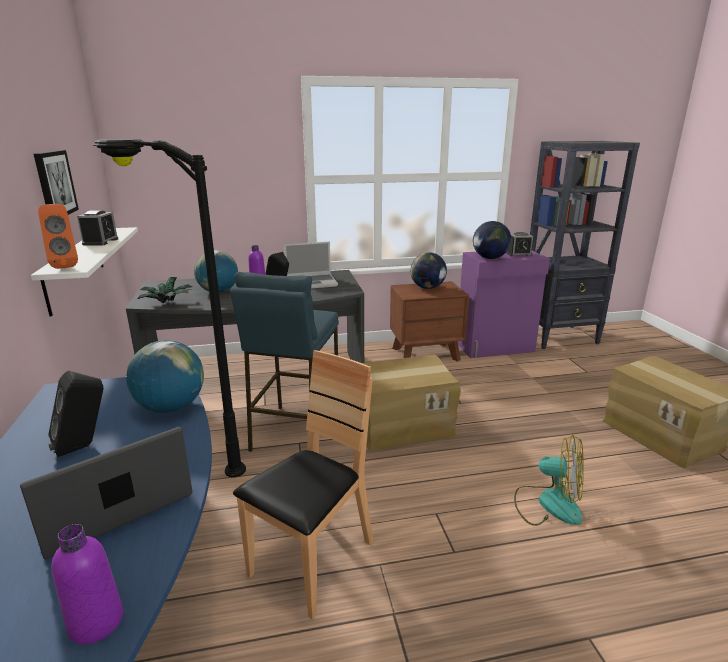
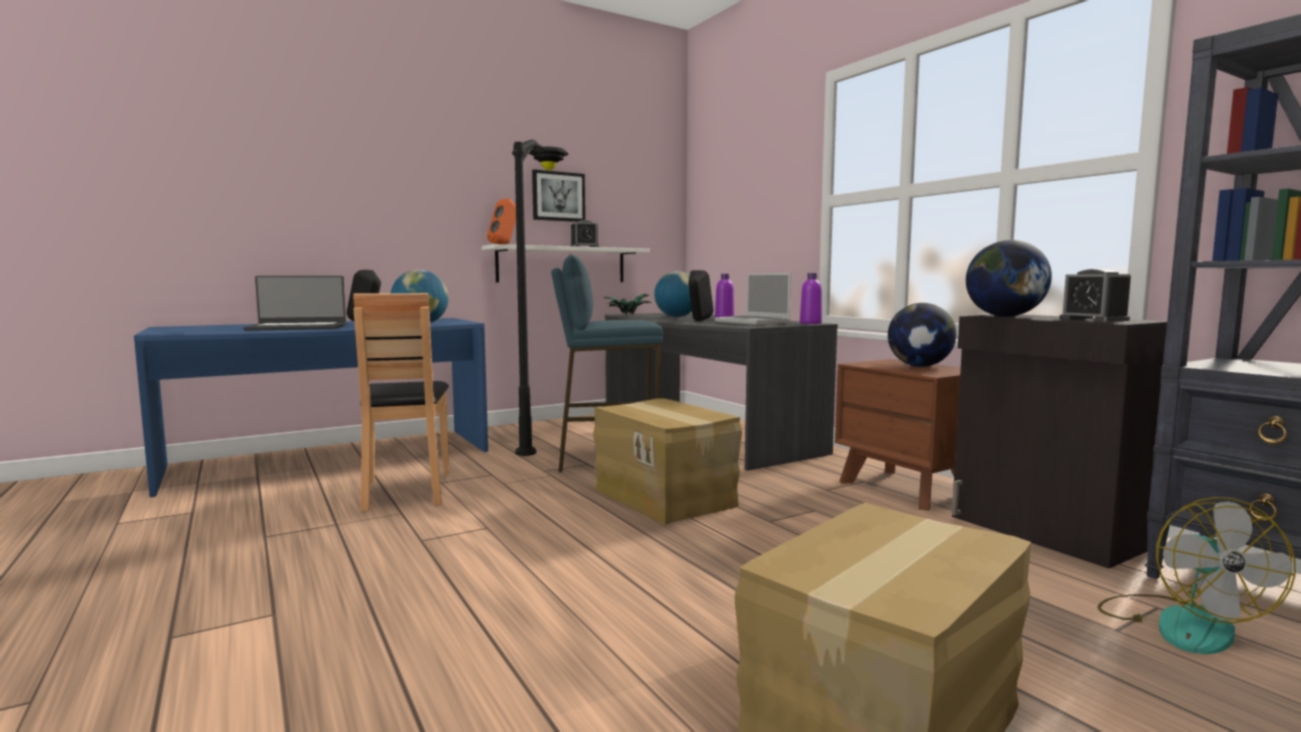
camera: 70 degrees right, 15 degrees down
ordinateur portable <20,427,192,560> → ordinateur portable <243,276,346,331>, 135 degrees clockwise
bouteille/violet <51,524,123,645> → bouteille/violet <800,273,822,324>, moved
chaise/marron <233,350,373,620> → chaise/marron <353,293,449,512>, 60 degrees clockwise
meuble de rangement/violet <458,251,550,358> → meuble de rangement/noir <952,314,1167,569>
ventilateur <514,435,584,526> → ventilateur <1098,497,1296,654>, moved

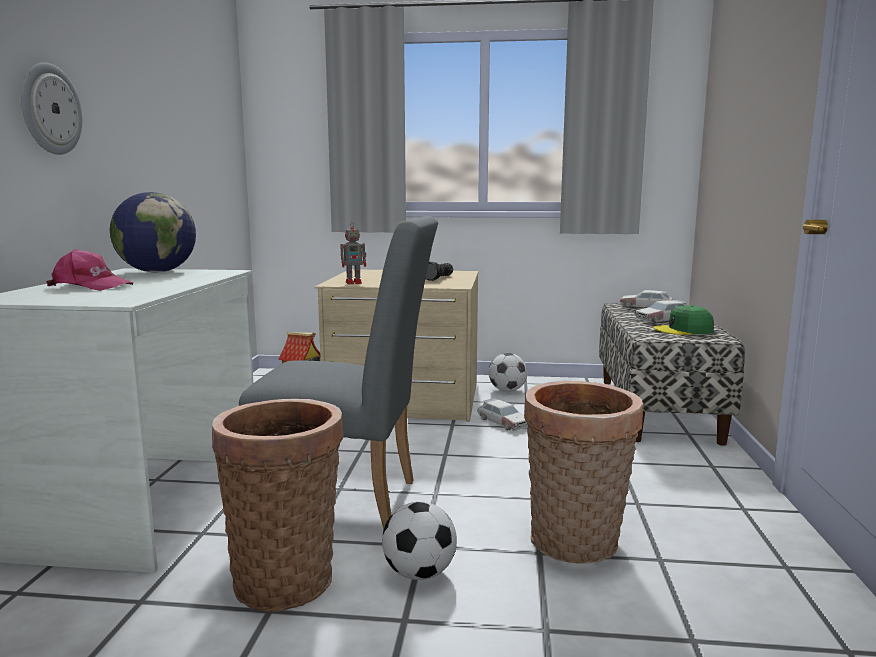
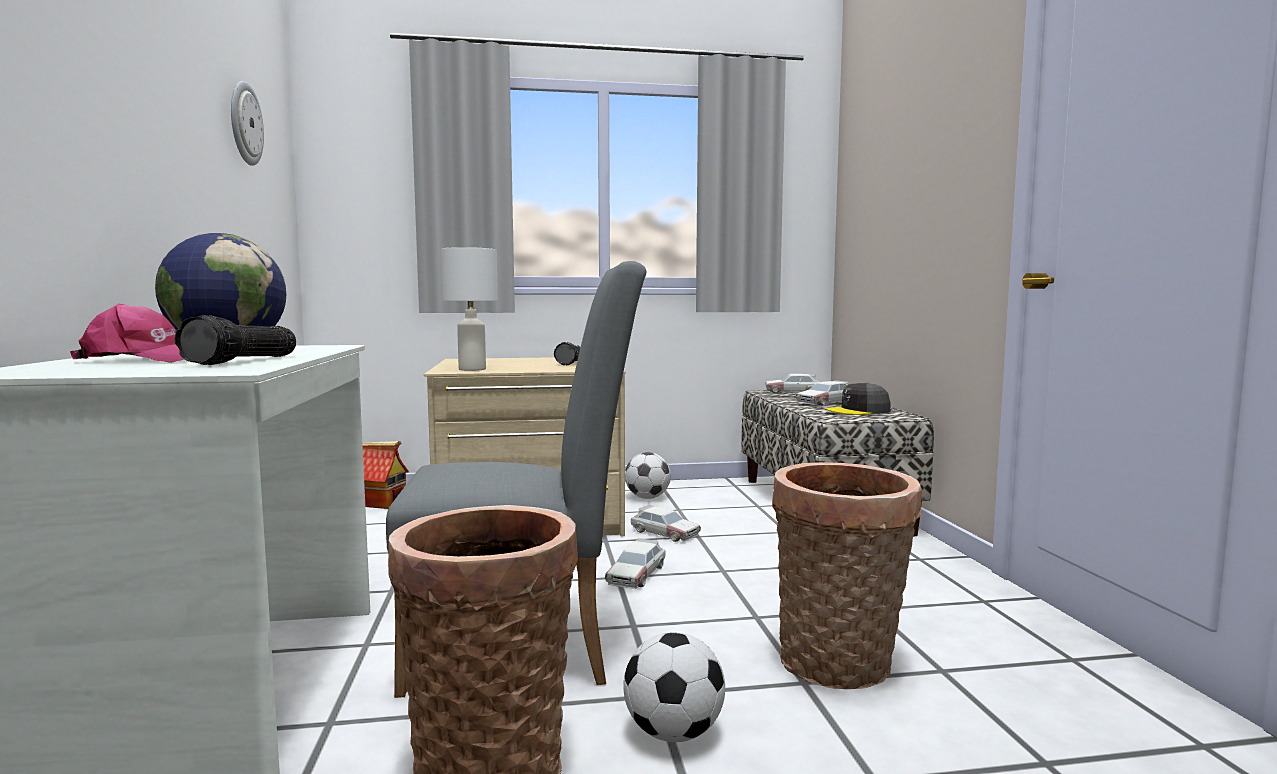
camera: 15 degrees left, 5 degrees down
horloge murale <21,62,83,155> → horloge murale <231,81,264,166>, moved
robot jouet <340,222,366,284> → lampe de table/blanc <441,247,498,371>
casquette/vert <654,305,714,335> → casquette/gris <826,382,891,415>
- → lampe de poche <175,315,296,365>
- → petite voiture <605,538,665,589>

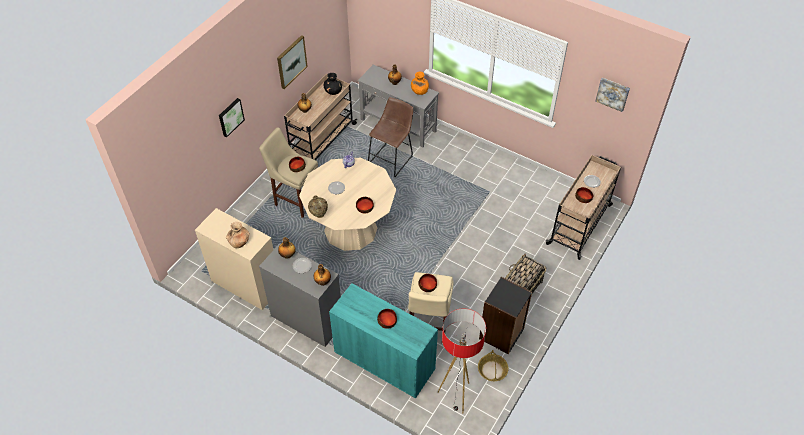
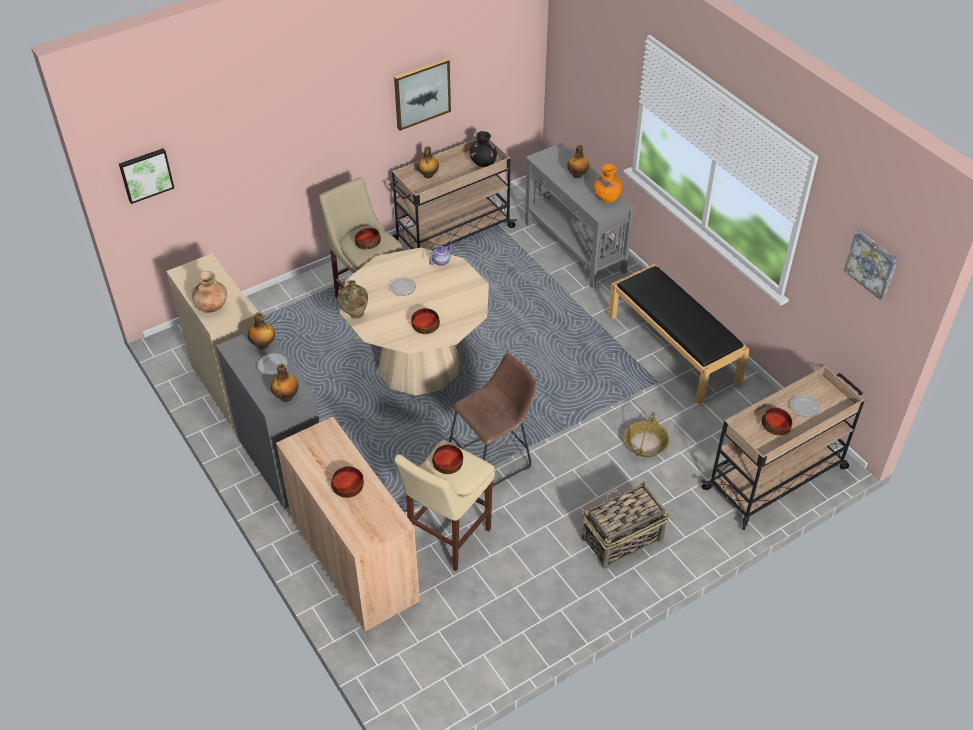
camera: 25 degrees right, 5 degrees down
tableau <219,98,245,138> → tableau <119,148,174,204>, moved
meuble de rangement/turquoise <329,283,438,398> → meuble de rangement/beige <276,416,420,632>
tabouret/marron <368,97,413,177> → tabouret/marron <449,353,537,493>, moved
lampadaire <437,309,486,413> → -
panier <478,350,508,381> → panier <624,412,670,457>, moved
bibliothèque/noir <479,277,532,354> → -
- → banc/noir <608,264,750,405>

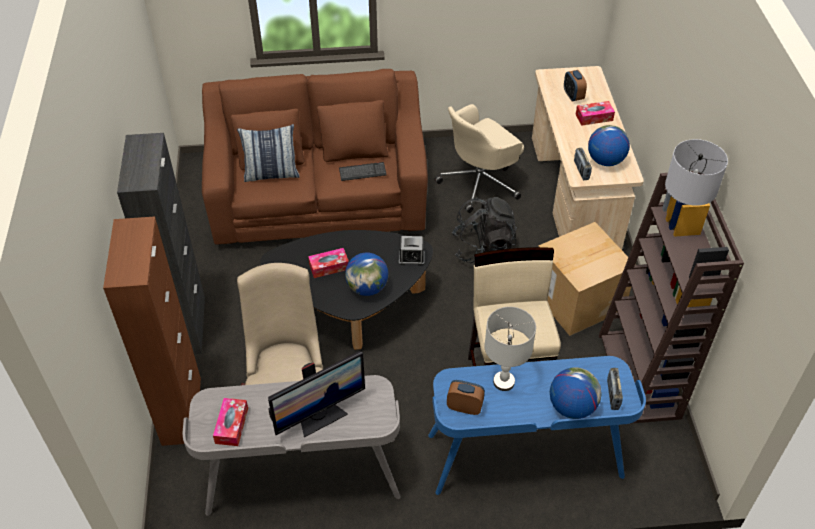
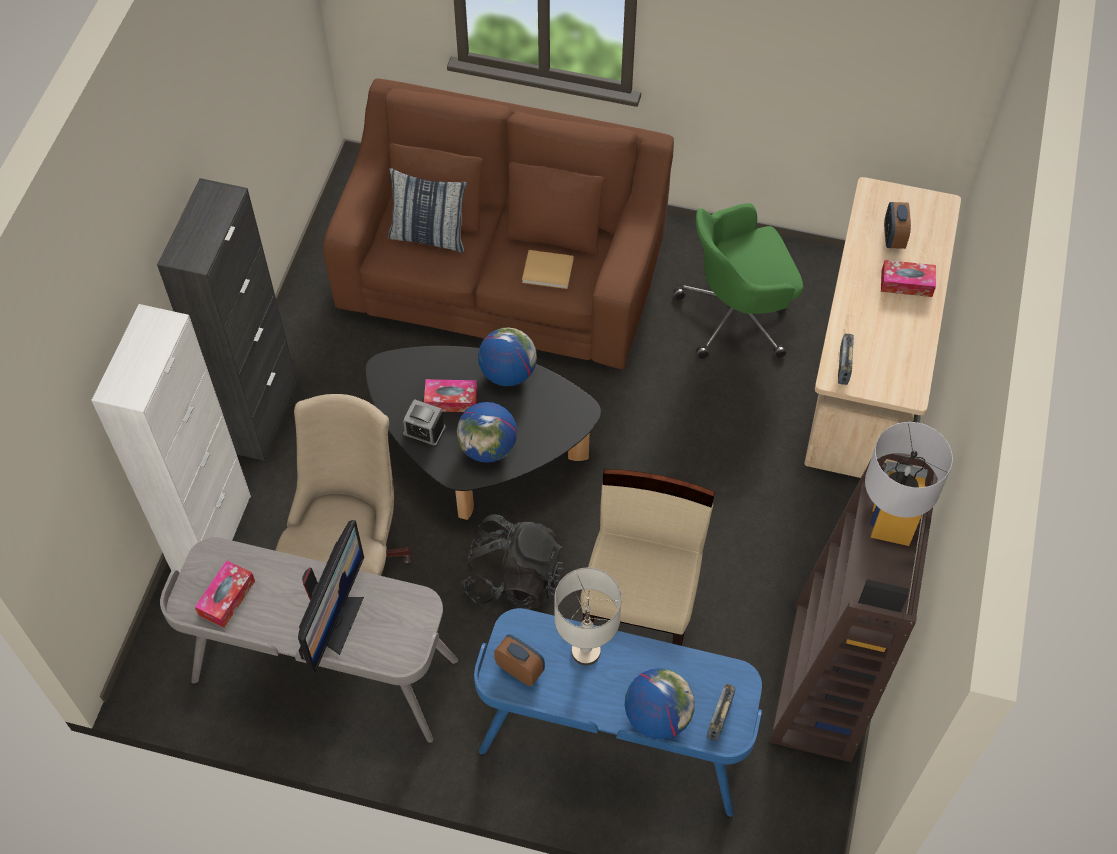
camera: 20 degrees right, 10 degrees up
meuble de rangement/marron <103,216,201,446> → meuble de rangement/blanc <91,304,251,573>
écran d'ordinateur <268,351,365,437> → écran d'ordinateur <298,520,364,674>, 60 degrees counterclockwise
clavier <339,162,387,181> → livre/beige <522,250,574,289>
réveil <399,236,425,266> → réveil <403,399,446,447>, moved
chaise de bureau/beige <434,104,524,213> → chaise de bureau/vert <674,203,803,359>
sac à dos/noir <452,197,517,263> → sac à dos/noir <461,514,564,610>, moved
carton <538,222,631,336> → -
globe <588,125,630,166> → globe <478,327,537,386>, moved

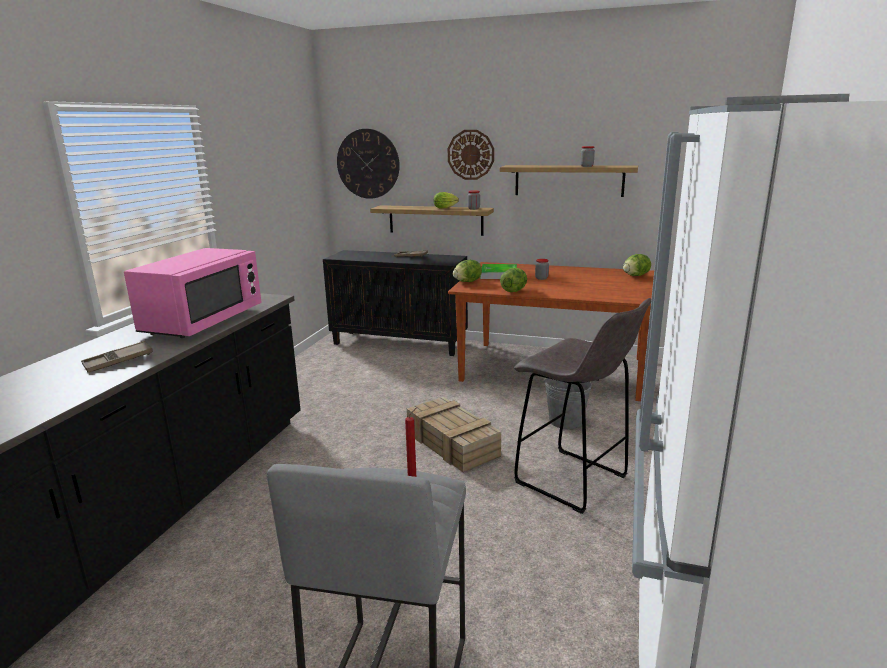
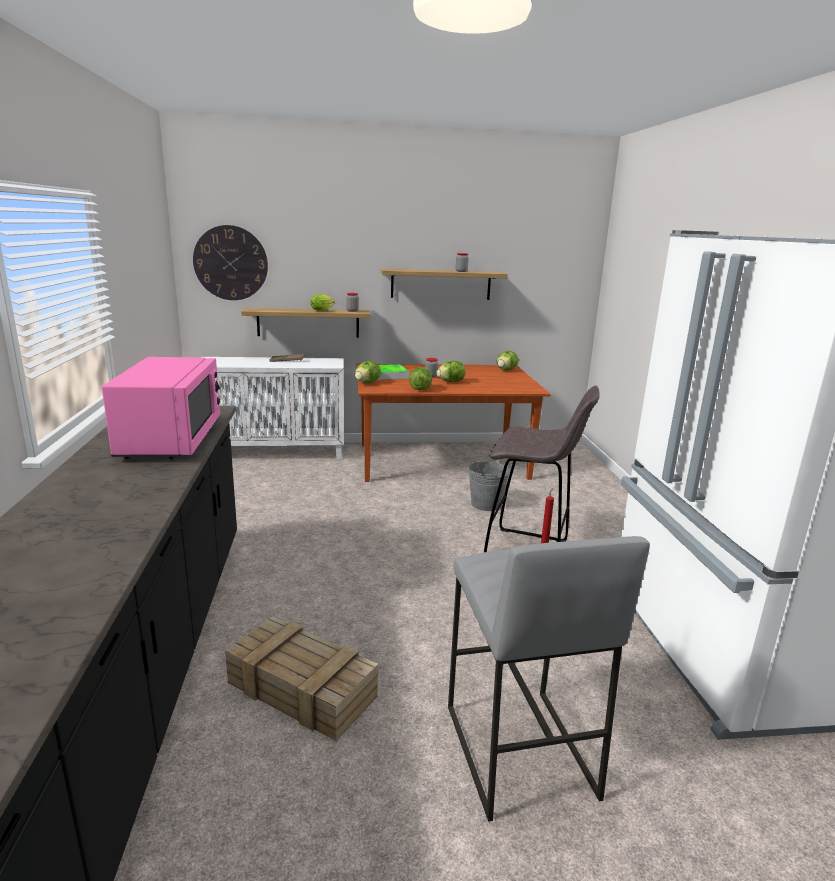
camera: 25 degrees left, 0 degrees up
plateau/marron <81,341,153,372> → -
meuble de rangement/noir <323,250,468,356> → meuble de rangement/blanc <201,357,344,459>
caisse <407,397,501,472> → caisse <225,617,378,741>, moved
horloge murale <448,130,494,180> → -
- → laitue <436,361,466,382>

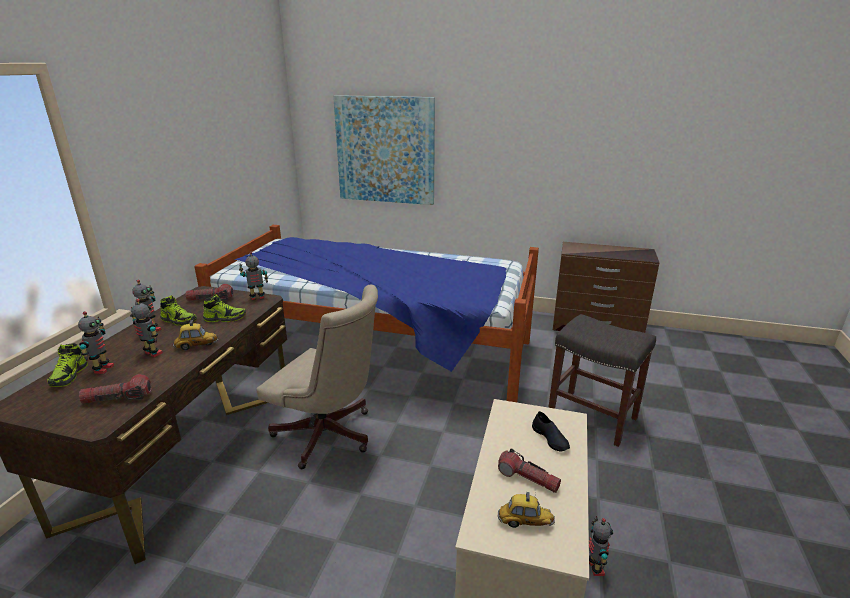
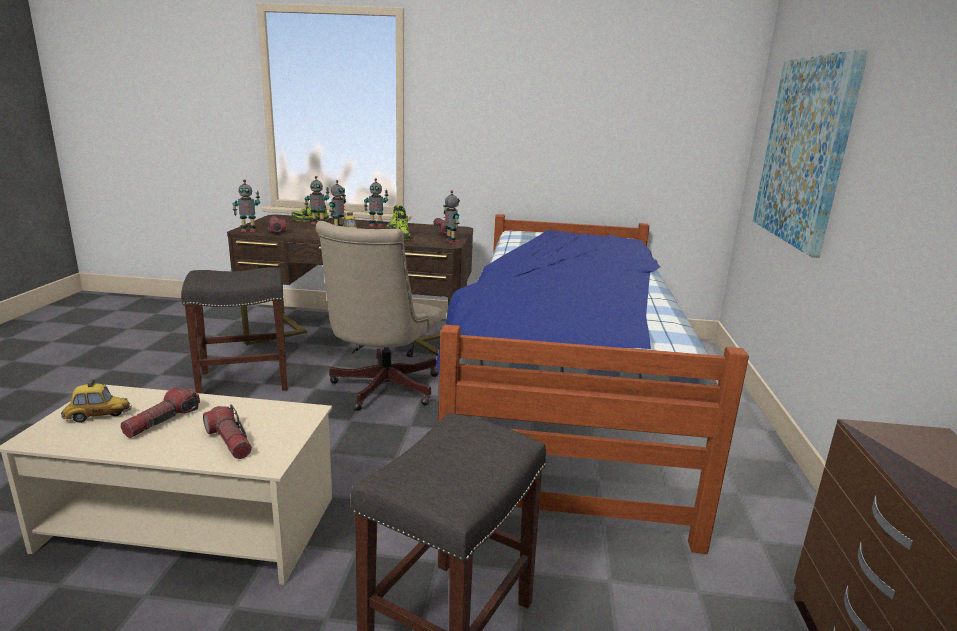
camera: 80 degrees right, 5 degrees down
petite voiture <498,492,555,528> → petite voiture <61,378,132,423>, 105 degrees counterclockwise
chaussure/noir <532,411,570,451> → lampe de poche <203,404,252,459>
robot jouet <589,516,613,576> → robot jouet <233,179,260,232>, moved
- → tabouret/gris <181,267,288,394>

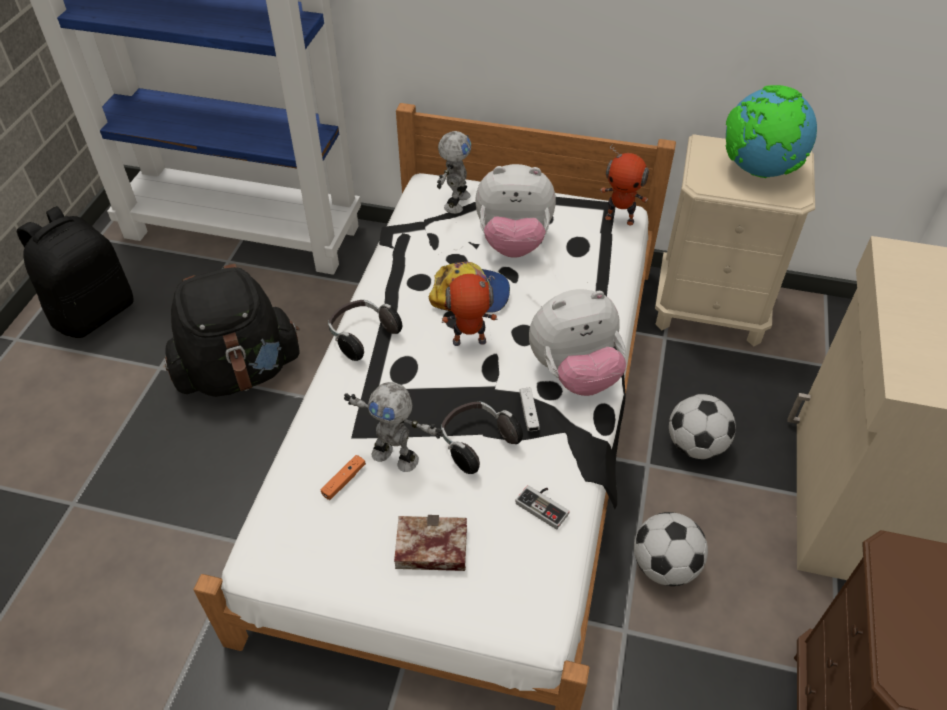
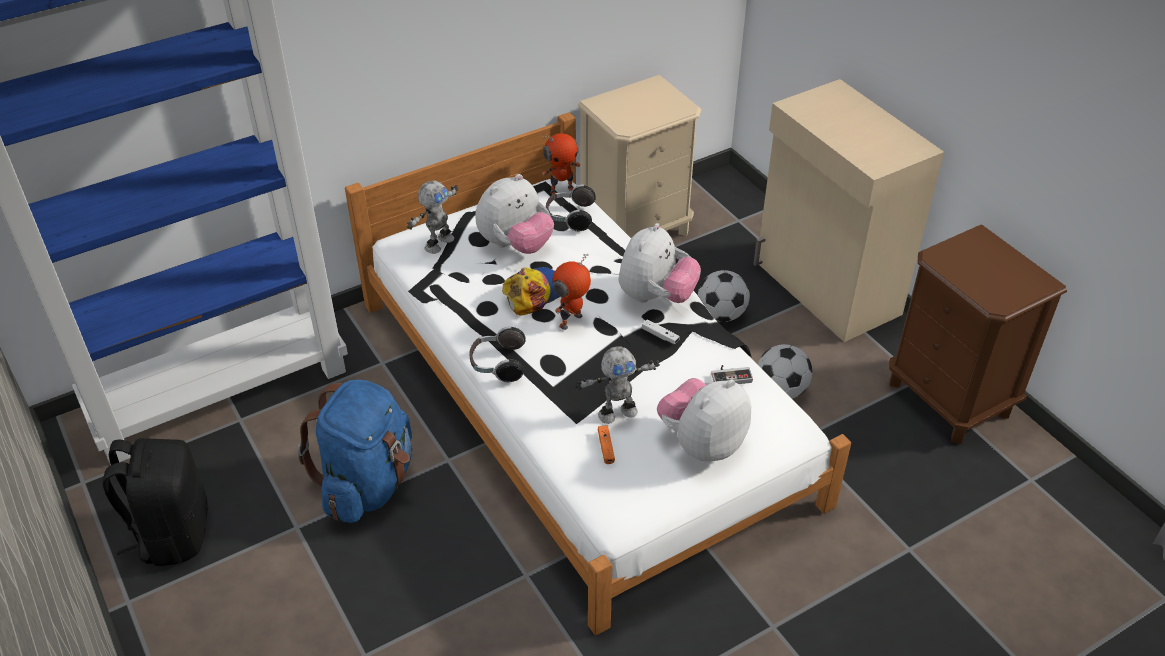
camera: 45 degrees left, 5 degrees down
sac à dos/noir <164,264,300,397> → sac à dos/bleu <297,379,413,523>
livre <394,515,467,571> → peluche <657,378,751,461>
robot jouet <437,131,471,214> → robot jouet <407,181,458,254>, 60 degrees clockwise
casque audio <441,401,523,474> → casque audio <546,184,596,232>, moved
globe <726,85,817,178> → -

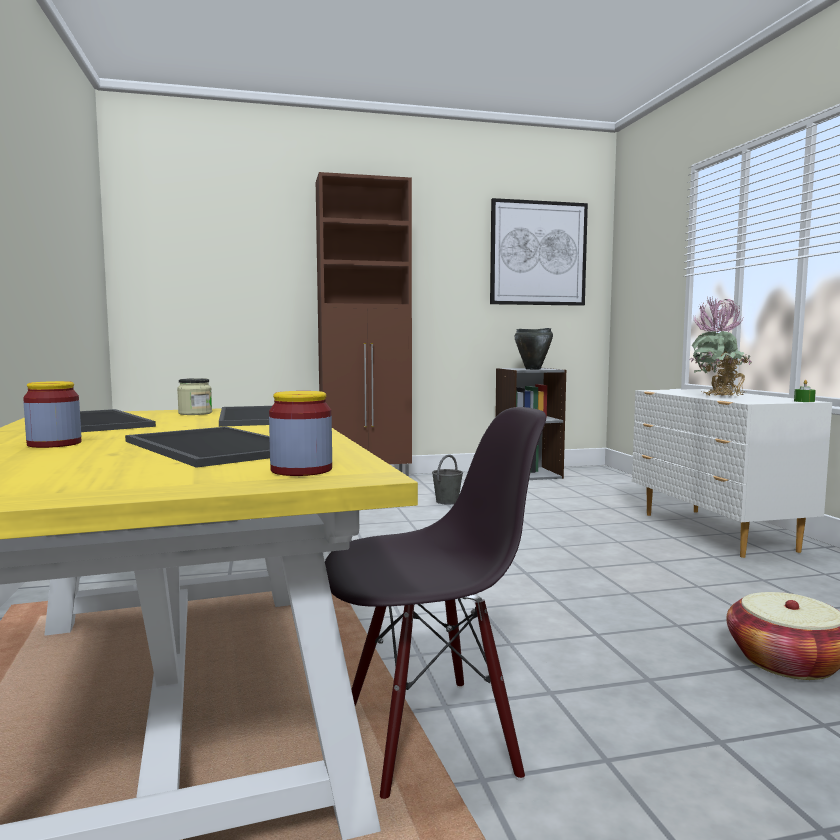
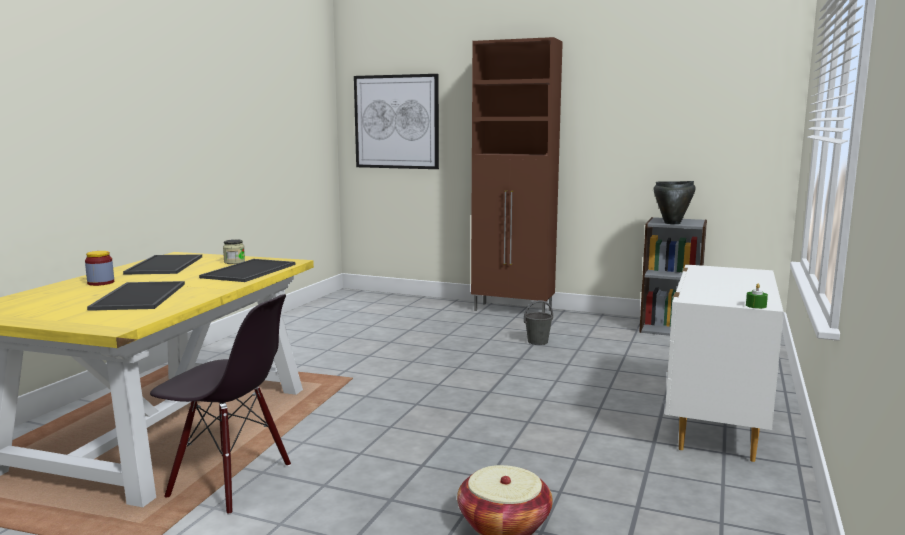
camera: 35 degrees right, 5 degrees up
bocal <269,391,332,476> → -
tableau <490,198,588,306> → tableau <354,74,439,169>, moved
plante en pot <689,296,752,396> → -

